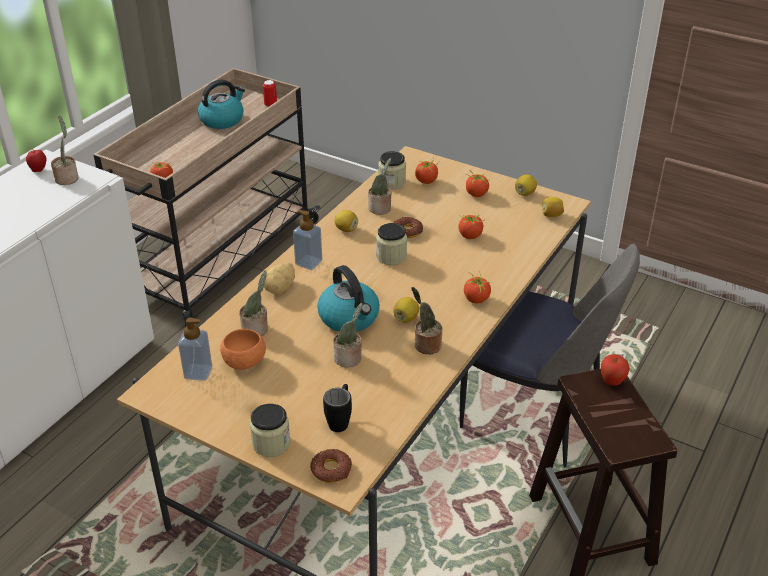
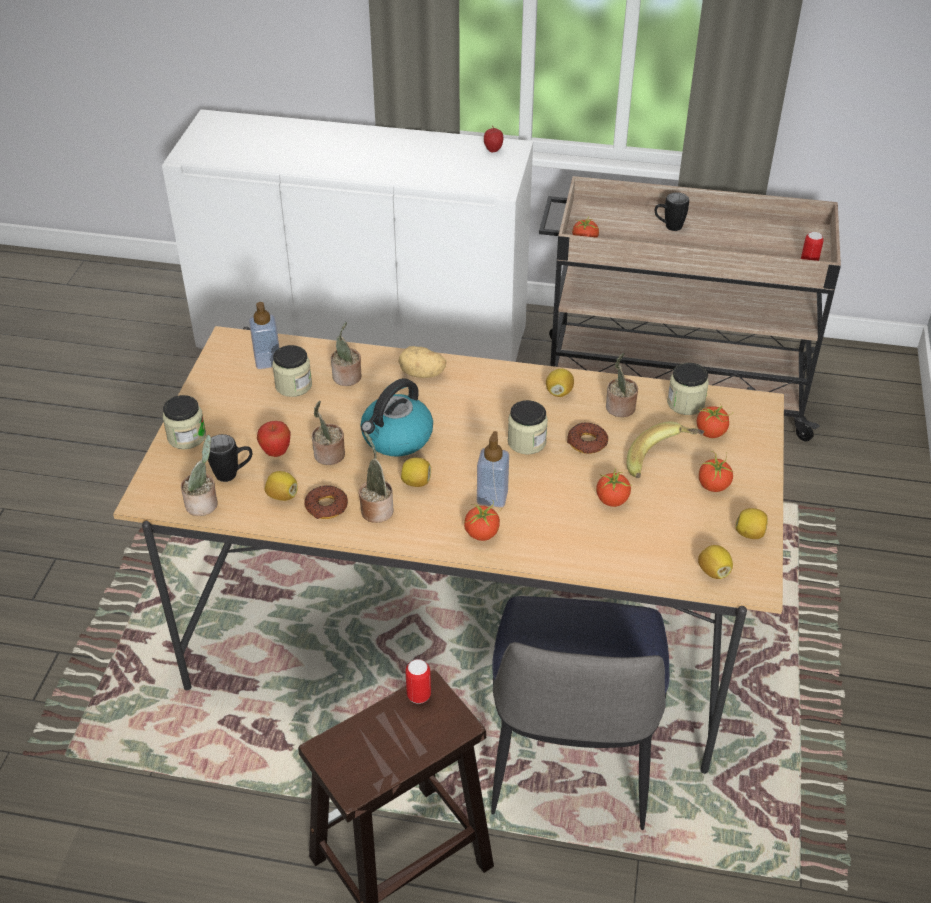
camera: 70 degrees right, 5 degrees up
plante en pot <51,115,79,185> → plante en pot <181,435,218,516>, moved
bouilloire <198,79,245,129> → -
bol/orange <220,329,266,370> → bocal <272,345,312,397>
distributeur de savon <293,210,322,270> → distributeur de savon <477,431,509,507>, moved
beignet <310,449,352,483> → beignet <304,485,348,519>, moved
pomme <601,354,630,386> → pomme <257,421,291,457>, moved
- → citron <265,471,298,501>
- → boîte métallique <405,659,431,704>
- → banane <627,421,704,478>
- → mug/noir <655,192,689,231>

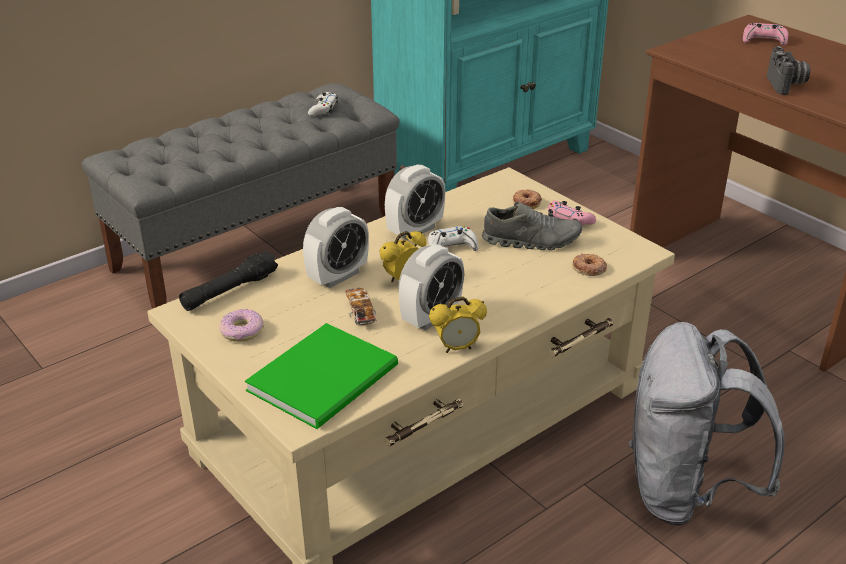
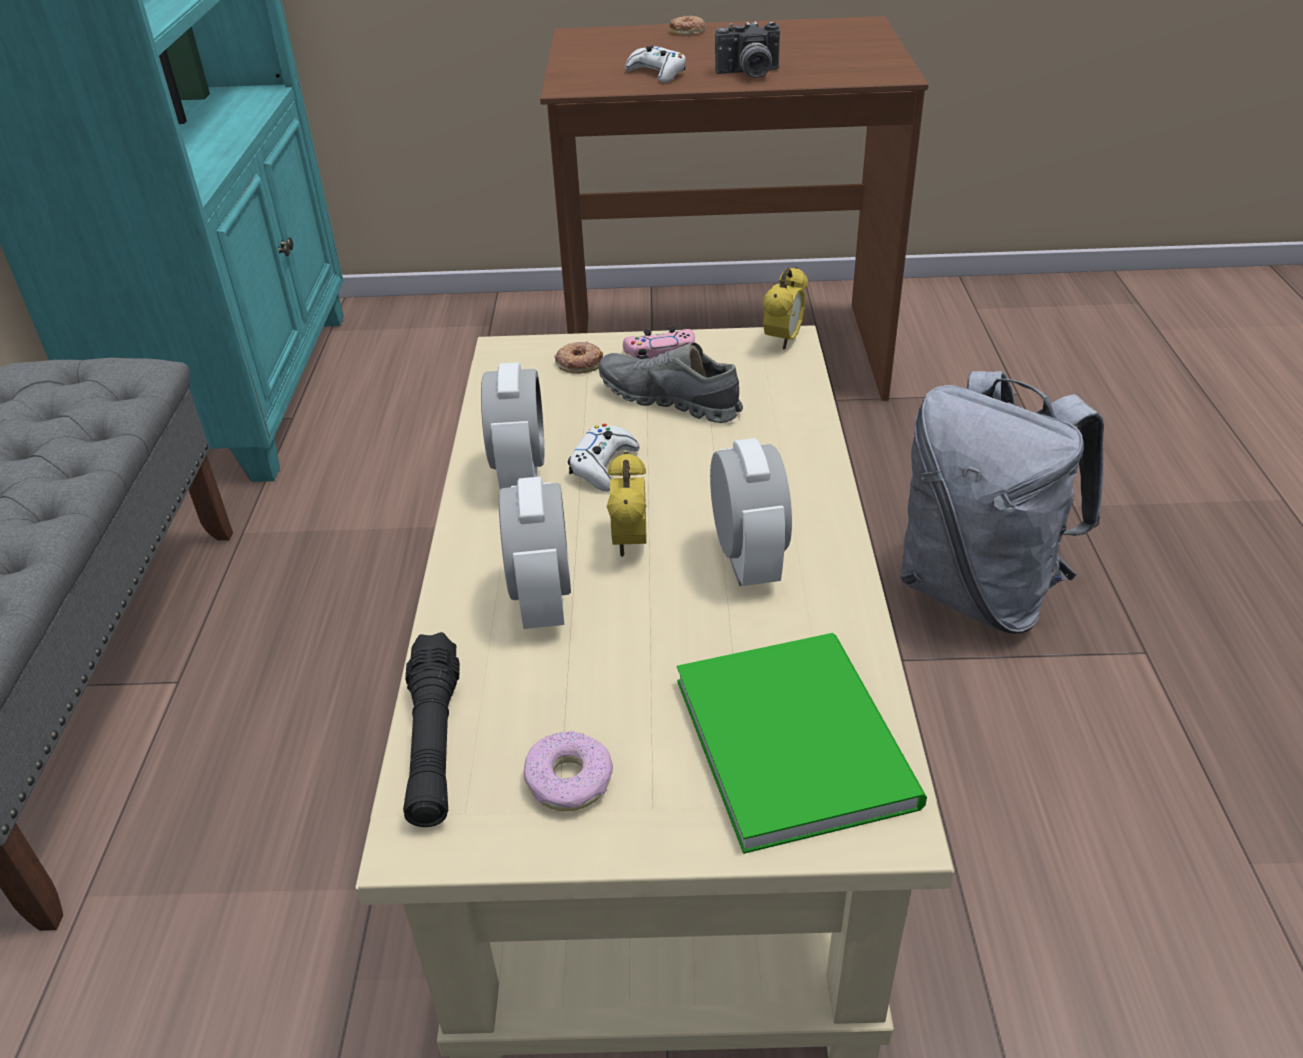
camera: 50 degrees left, 5 degrees up
manette/blanc <308,92,338,116> → manette/blanc <625,46,686,83>, moved
petite voiture <346,288,377,325> → -
réveil <429,297,487,353> → réveil <763,267,808,349>, moved
chaussure/gris <482,202,582,250> → chaussure/gris <598,342,743,423>, 105 degrees counterclockwise
beignet <572,254,607,276> → beignet <669,16,706,35>, moved
manette/rose <743,23,788,46> → -
appareil photo <767,46,810,95> → appareil photo <715,21,780,78>, 135 degrees clockwise

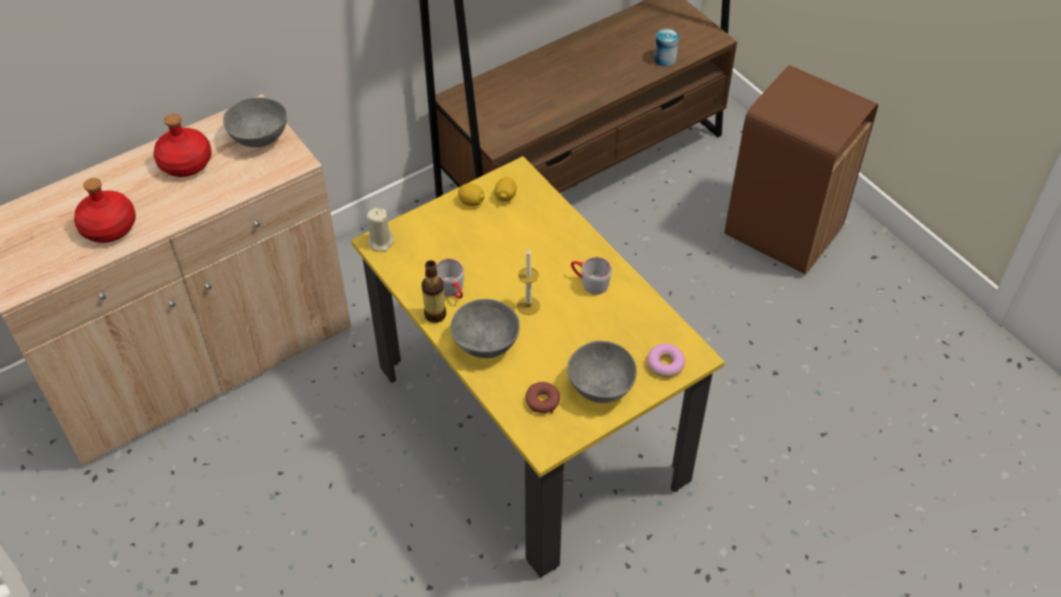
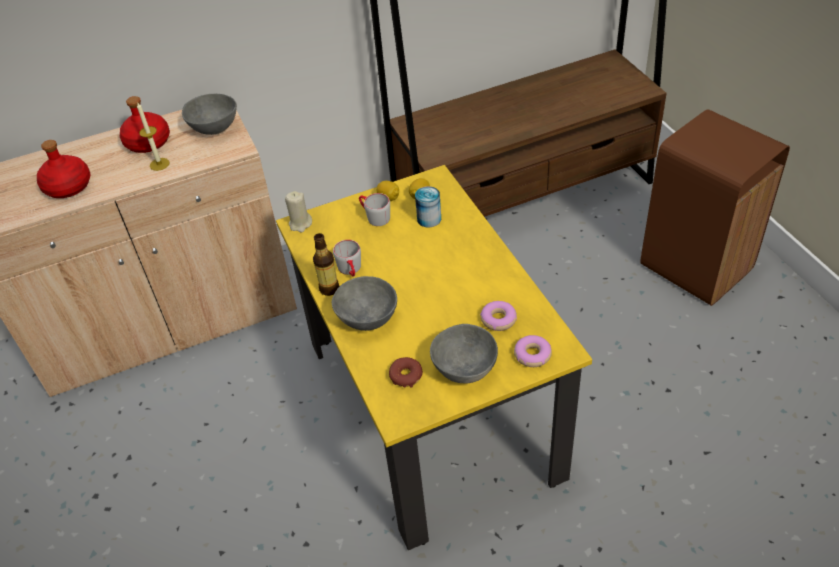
camera: 15 degrees right, 5 degrees down
bougie <517,248,540,315> → bougie <137,103,170,171>, moved
mug/gris <571,257,612,295> → mug/gris <359,193,390,226>, moved
boîte métallique <654,28,679,66> → boîte métallique <415,186,441,228>, moved
- → beignet <480,301,517,331>

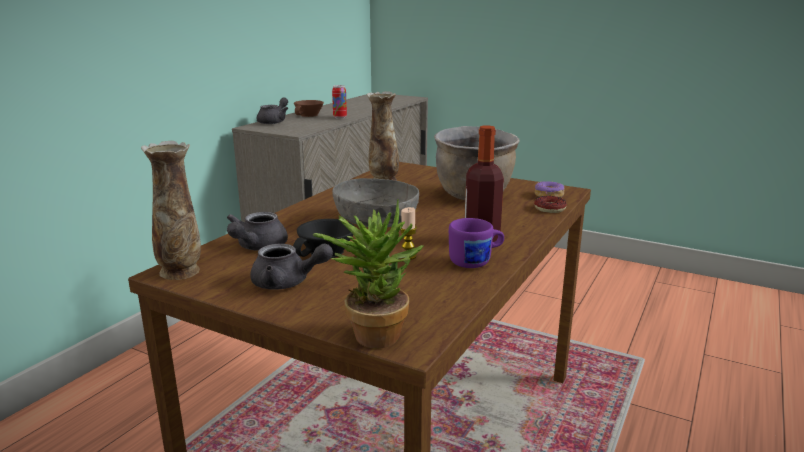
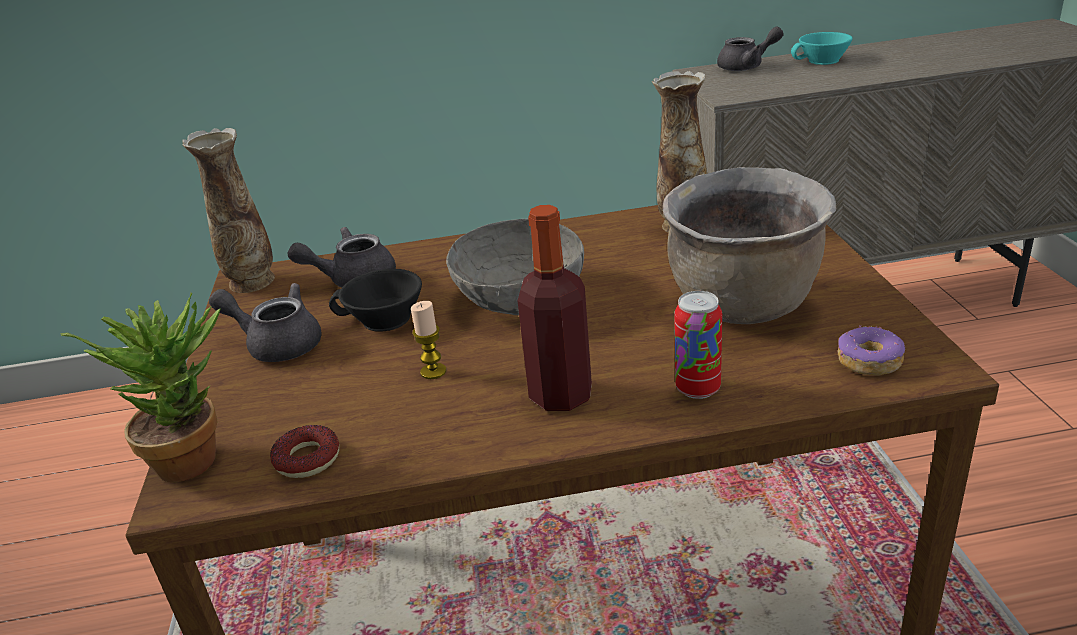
camera: 55 degrees right, 10 degrees up
théière/gris <250,244,333,290> → théière/gris <209,283,322,362>, 135 degrees clockwise
tasse/marron <294,100,324,117> → tasse/turquoise <791,32,853,65>
boîte métallique <332,85,347,119> → boîte métallique <674,291,722,399>, moved
mug/violet <449,218,504,268> → -
beignet <534,196,567,213> → beignet <270,425,339,478>, moved

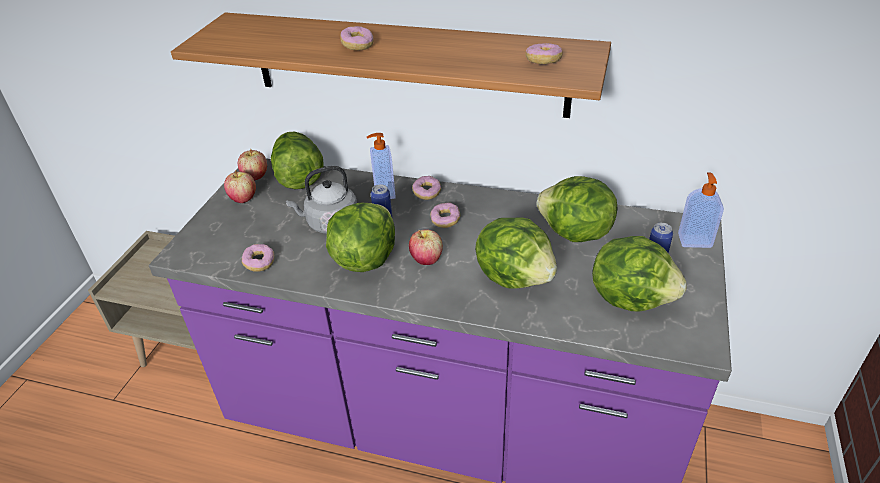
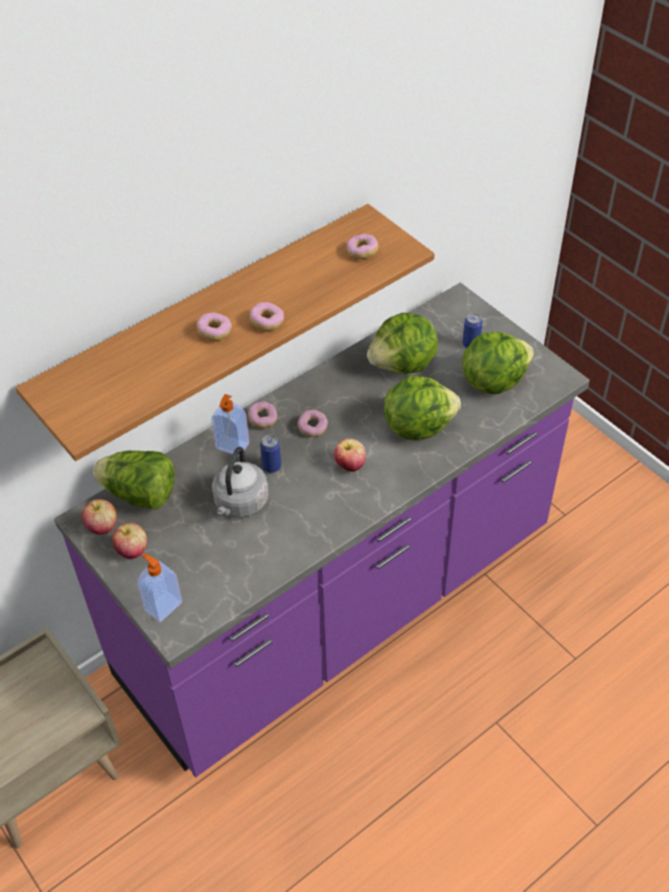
camera: 55 degrees left, 10 degrees up
beignet <242,244,274,272> → beignet <250,302,284,331>, moved
laitue <326,203,395,272> → -
distributeur de savon <678,173,724,248> → distributeur de savon <137,554,182,622>, moved

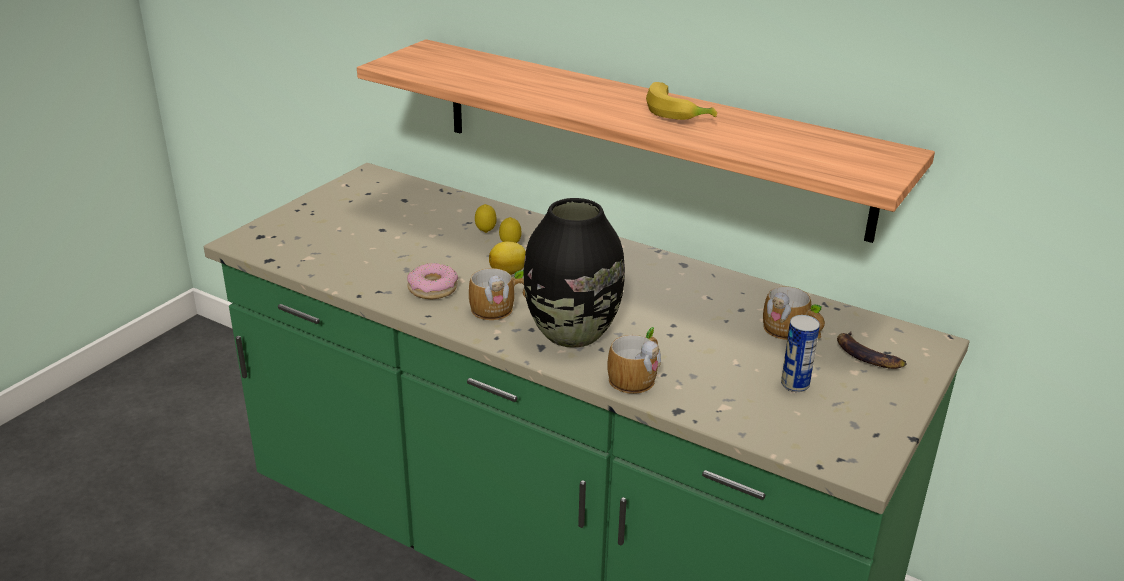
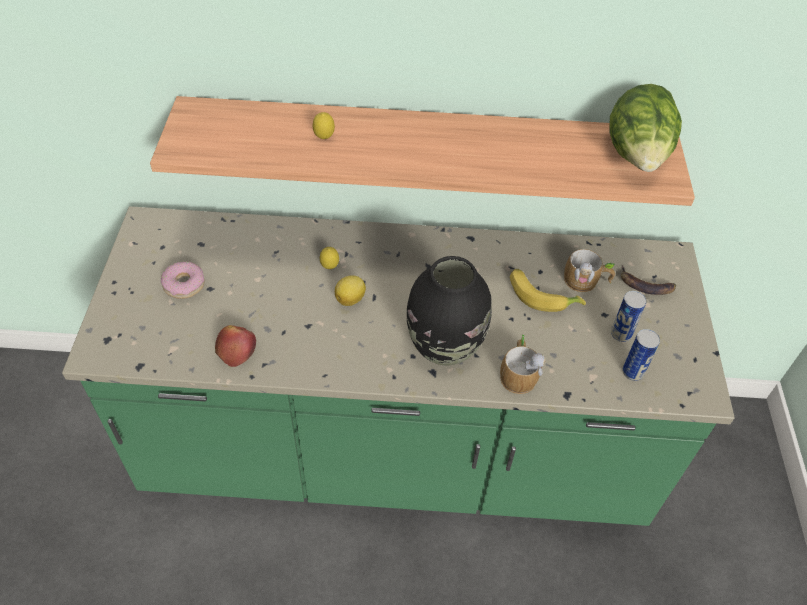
camera: 30 degrees left, 20 degrees up
beignet <407,263,458,299> → beignet <161,261,205,299>, moved
mug <469,268,526,320> → -
citron <475,204,497,233> → citron <313,112,335,139>, moved
banane <646,82,717,120> → banane <510,269,586,312>, moved
- → pomme <215,325,256,367>
- → laitue <610,84,682,172>
- → boîte métallique <622,329,660,381>

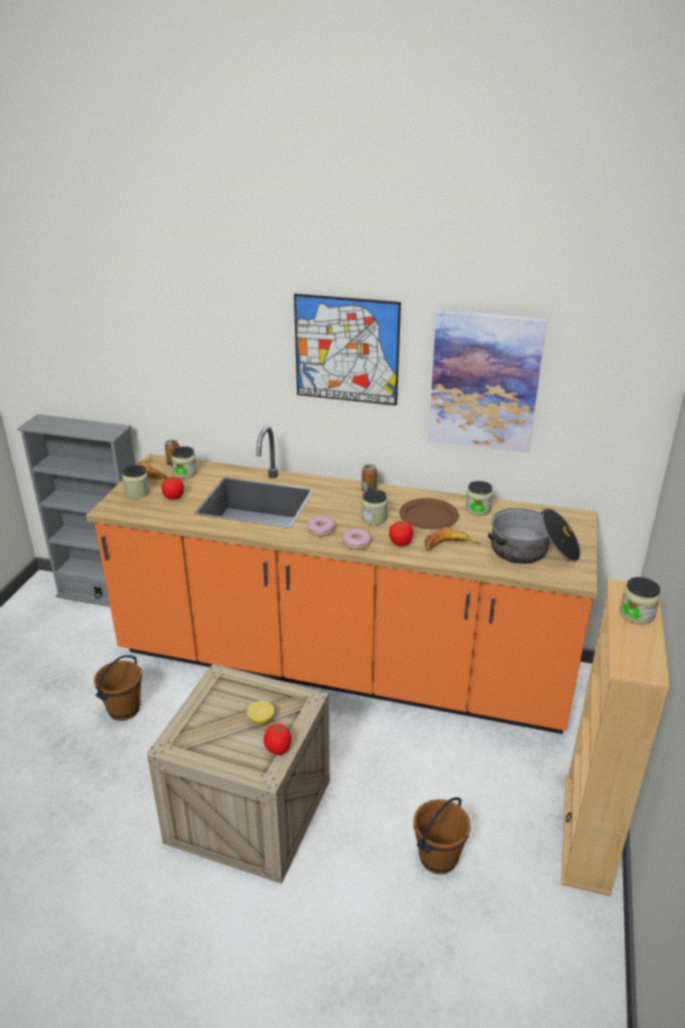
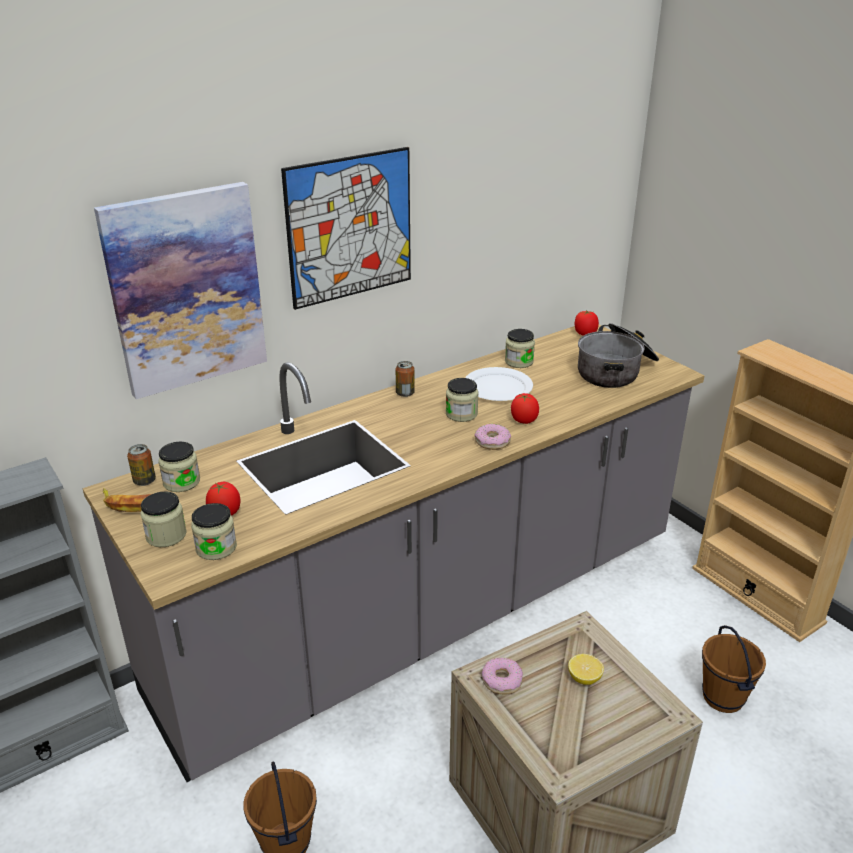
camera: 50 degrees left, 0 degrees up
comptoir de cuisine/orange <86,426,597,734> → comptoir de cuisine/gris <82,325,705,782>
tomate <264,724,291,755> → tomate <575,310,599,336>, moved
beignet <307,516,335,537> → beignet <482,658,523,695>, moved
assiette/marron <399,498,459,529> → assiette/blanc <465,367,533,401>
banane <424,529,480,550> → -
tableau <428,310,547,453> → tableau <94,182,267,399>, moved
bocal <620,577,660,624> → bocal <191,503,237,560>, moved

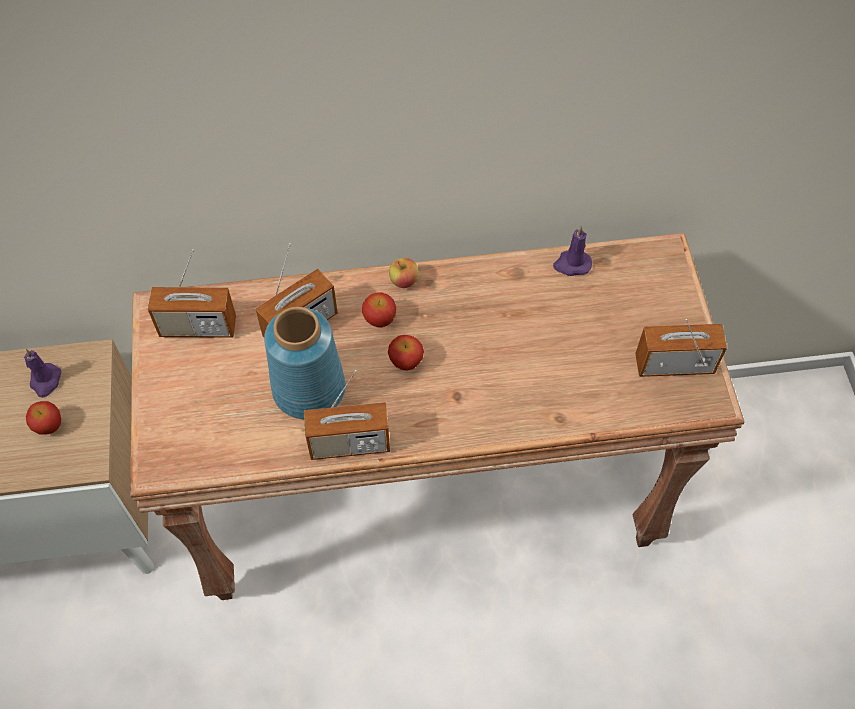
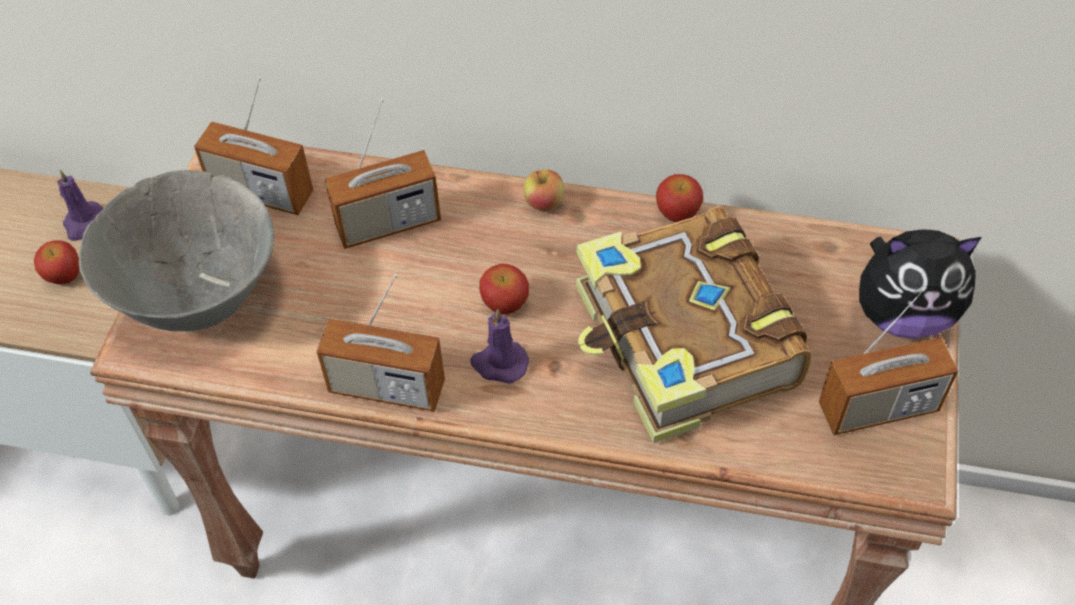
camera: 20 degrees right, 5 degrees down
vase/bleu <264,307,346,420> → -
pomme <362,293,396,327> → pomme <656,174,703,222>, moved
bougie/violet <553,226,592,276> → bougie/violet <470,309,529,383>, moved
radio <635,319,727,377> → radio <819,287,958,435>, 150 degrees clockwise
- → bol/gris <79,170,274,331>
- → livre <576,207,811,443>
- → peluche <859,229,982,339>

